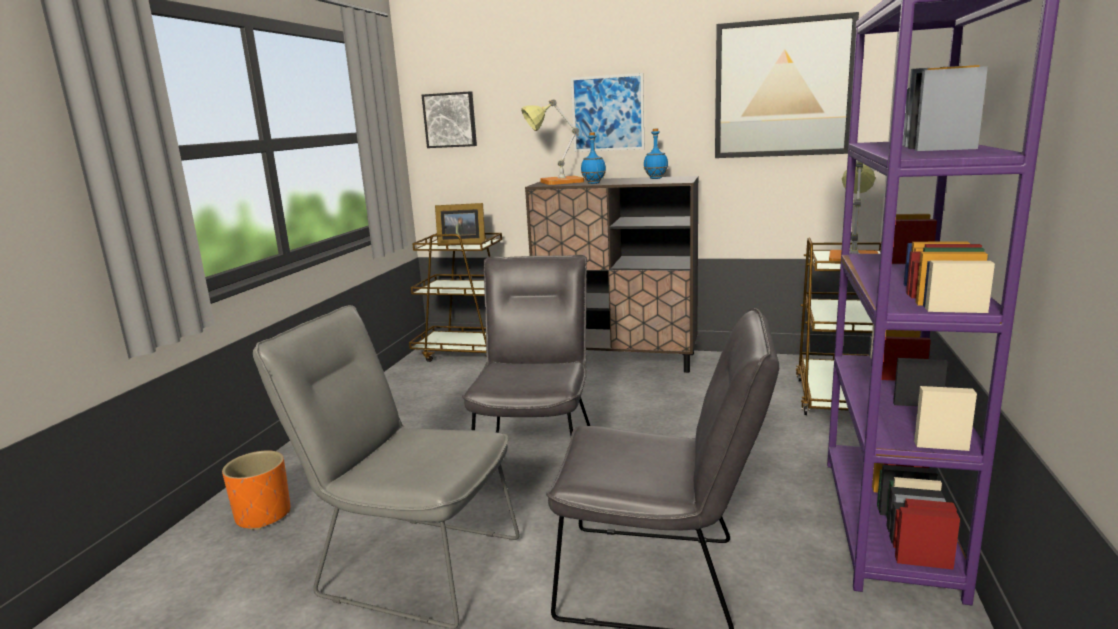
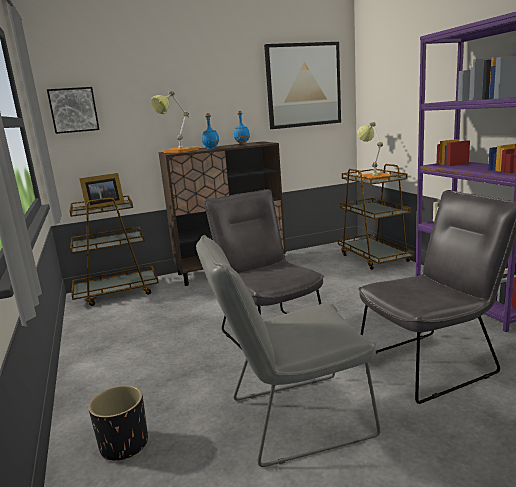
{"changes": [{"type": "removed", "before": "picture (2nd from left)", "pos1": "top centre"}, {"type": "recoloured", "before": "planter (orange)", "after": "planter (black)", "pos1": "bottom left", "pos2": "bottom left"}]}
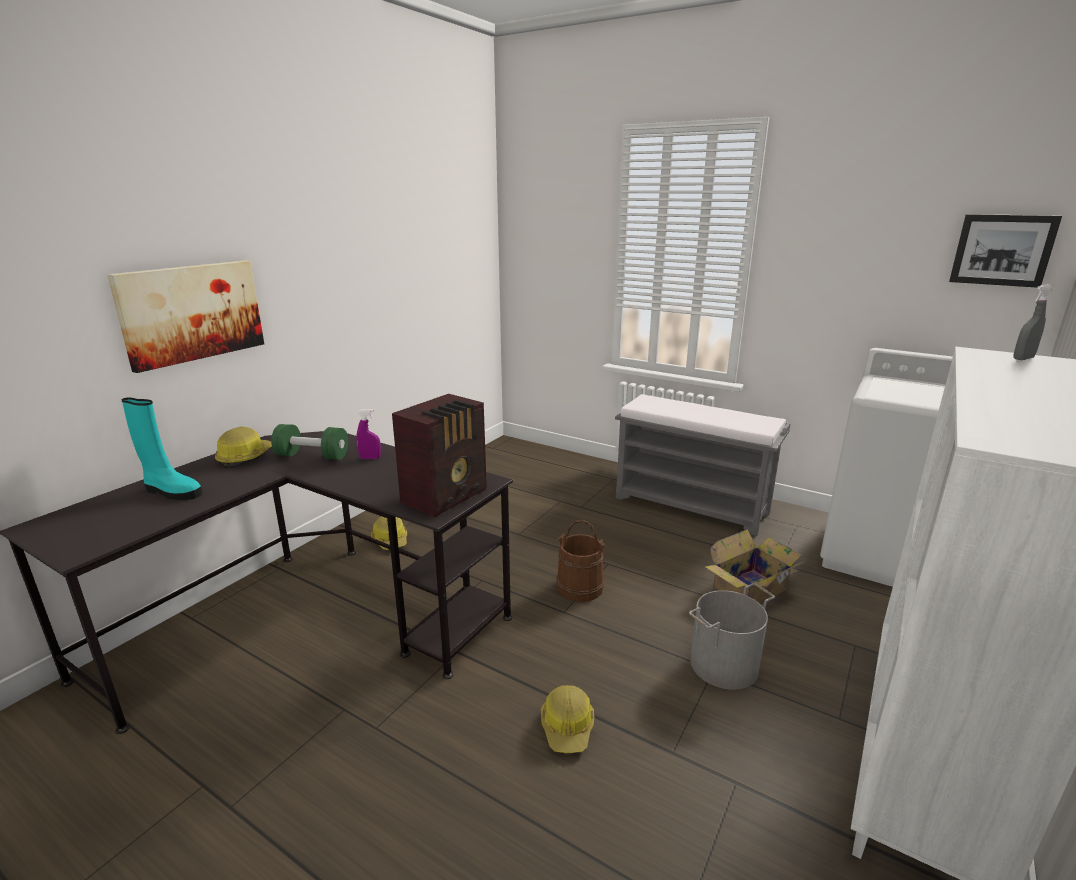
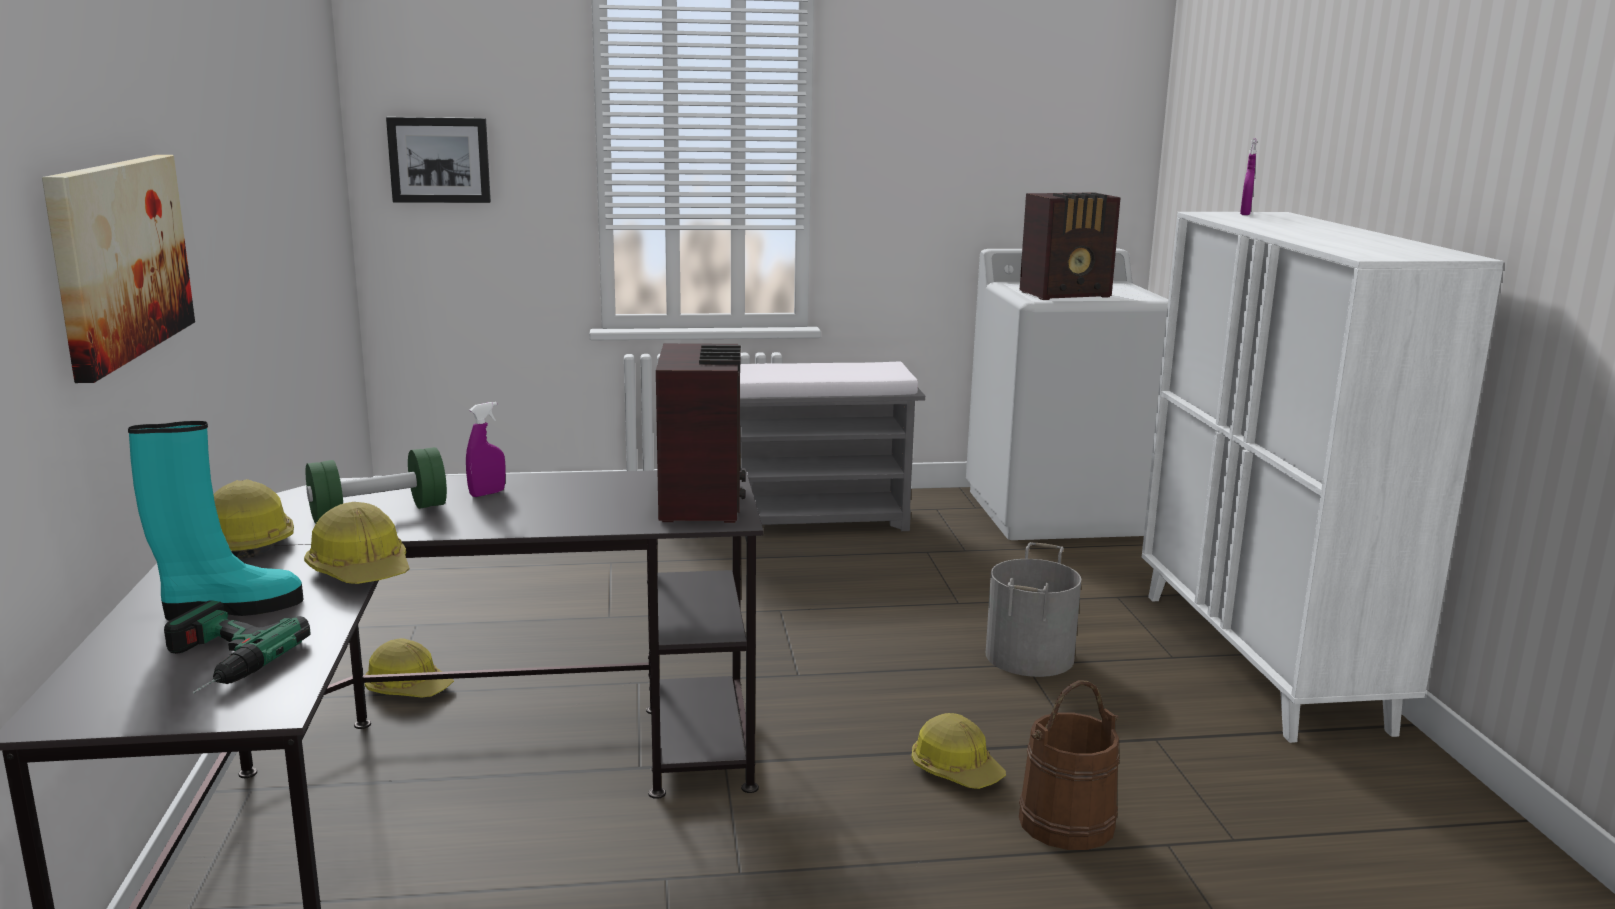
{"changes": [{"type": "removed", "before": "cardboard box", "pos1": "middle right"}, {"type": "added", "after": "power drill", "pos2": "bottom left"}, {"type": "added", "after": "hard hat (2nd from left)", "pos2": "middle left"}, {"type": "added", "after": "radio (2nd from left)", "pos2": "top centre"}, {"type": "moved", "before": "bucket (brown)", "pos1": "centre", "pos2": "bottom centre"}, {"type": "moved", "before": "picture (2nd from left)", "pos1": "top right", "pos2": "top left"}, {"type": "recoloured", "before": "spray bottle (grey)", "after": "spray bottle (purple) (2nd from left)", "pos1": "middle right", "pos2": "top right"}]}
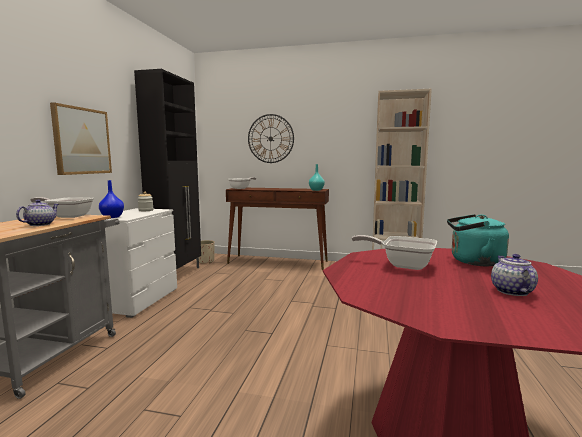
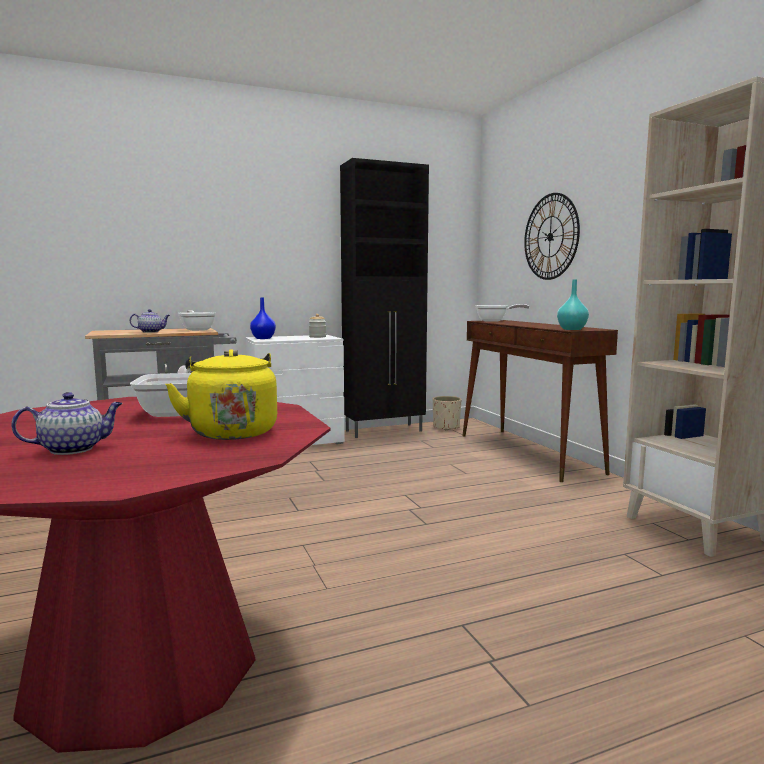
{"changes": [{"type": "removed", "before": "picture", "pos1": "top left"}, {"type": "recoloured", "before": "kettle (turquoise)", "after": "kettle (yellow)", "pos1": "middle right", "pos2": "middle left"}]}
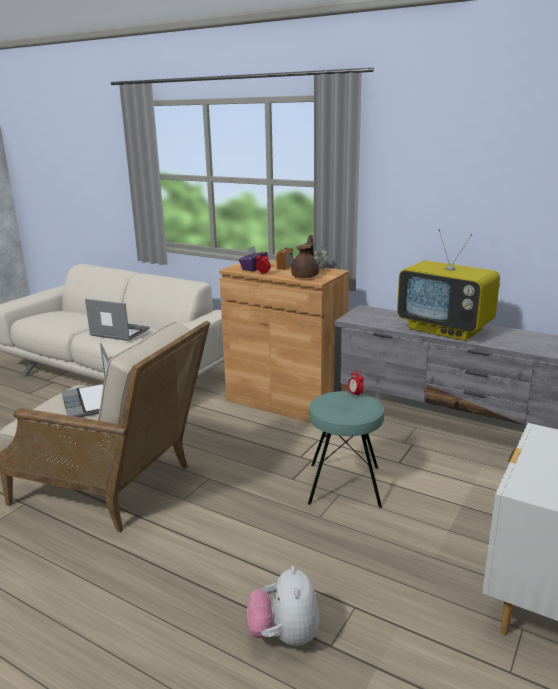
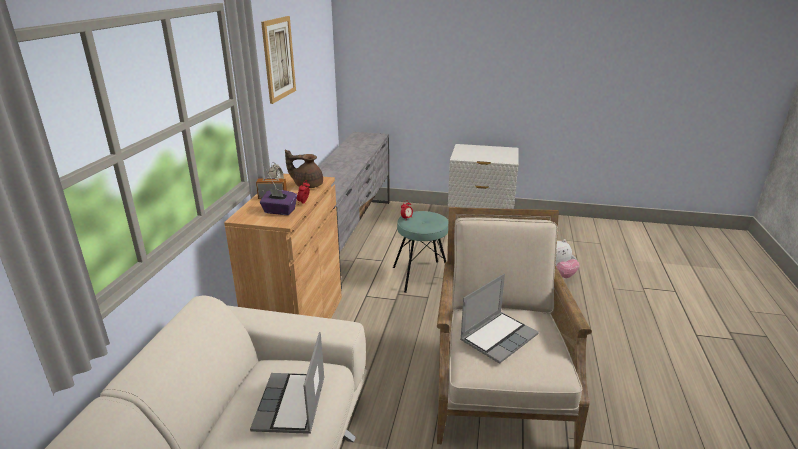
{"changes": [{"type": "removed", "before": "television", "pos1": "middle right"}, {"type": "added", "after": "picture", "pos2": "top centre"}]}
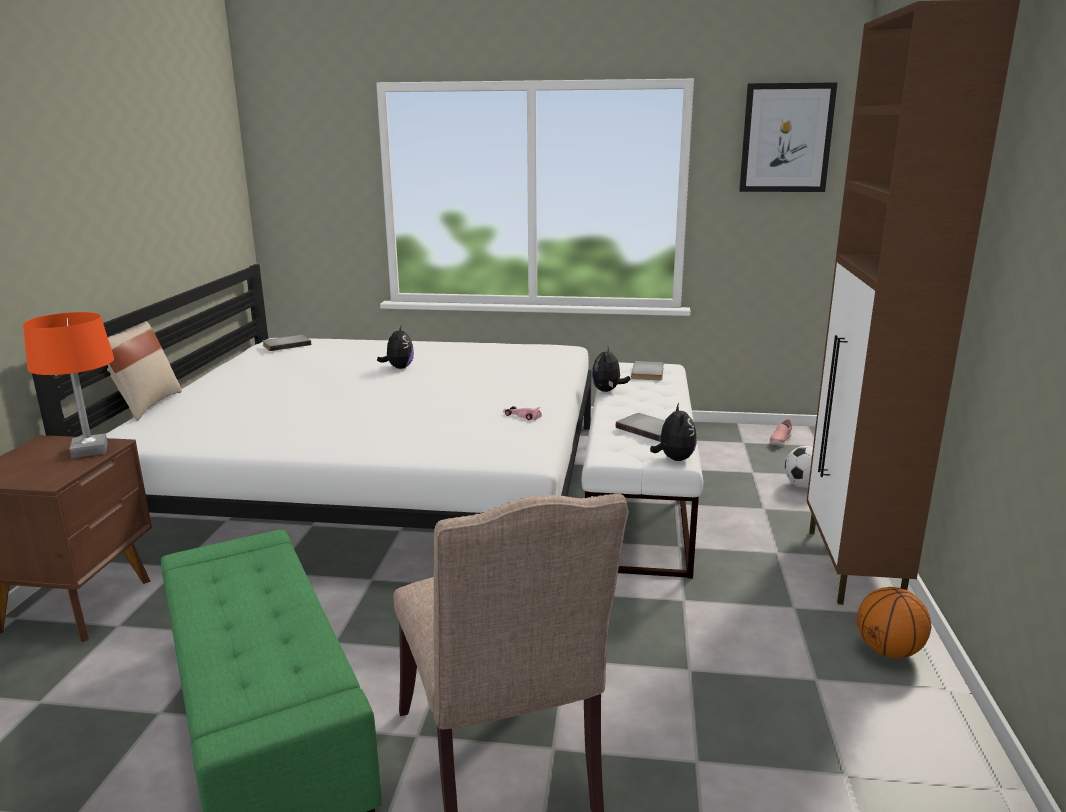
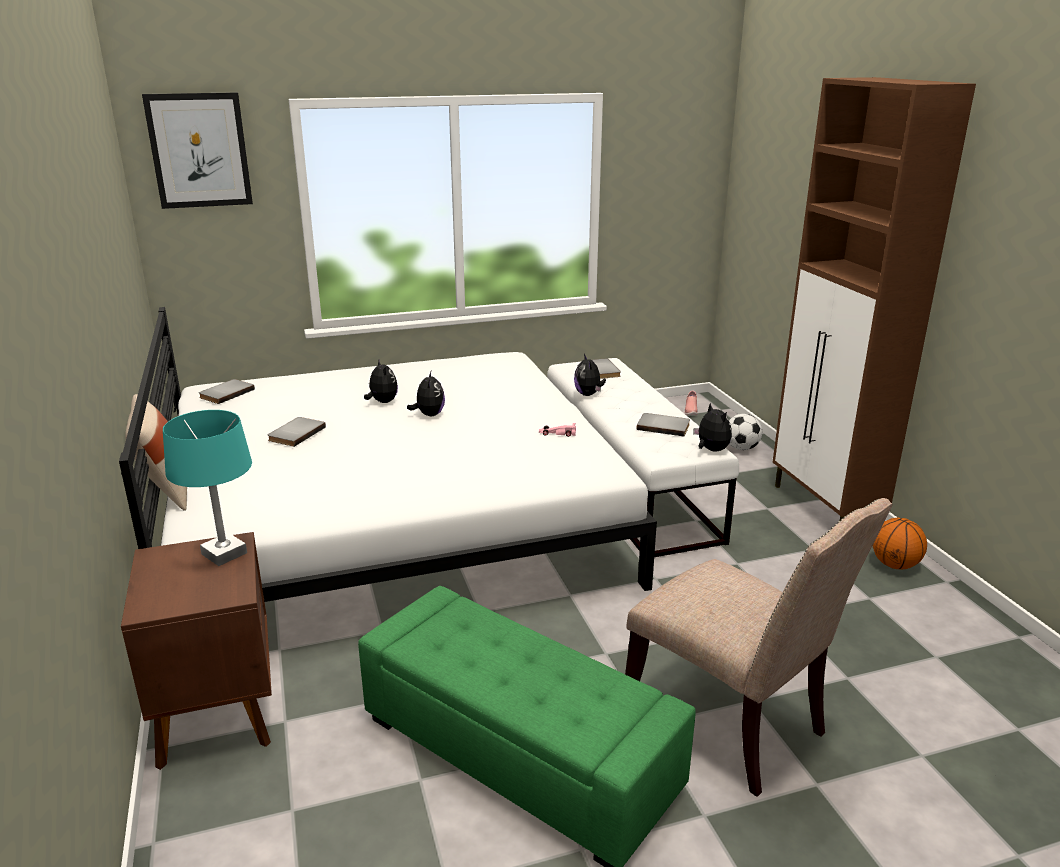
{"changes": [{"type": "added", "after": "book (grey) (2nd from left)", "pos2": "middle left"}, {"type": "added", "after": "plush toy (2nd from left)", "pos2": "centre"}, {"type": "moved", "before": "picture", "pos1": "top right", "pos2": "top left"}, {"type": "recoloured", "before": "table lamp (orange)", "after": "table lamp (turquoise)", "pos1": "middle left", "pos2": "middle left"}]}
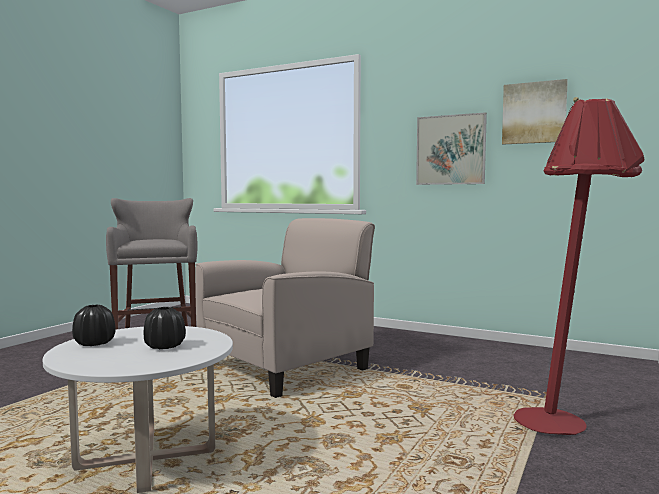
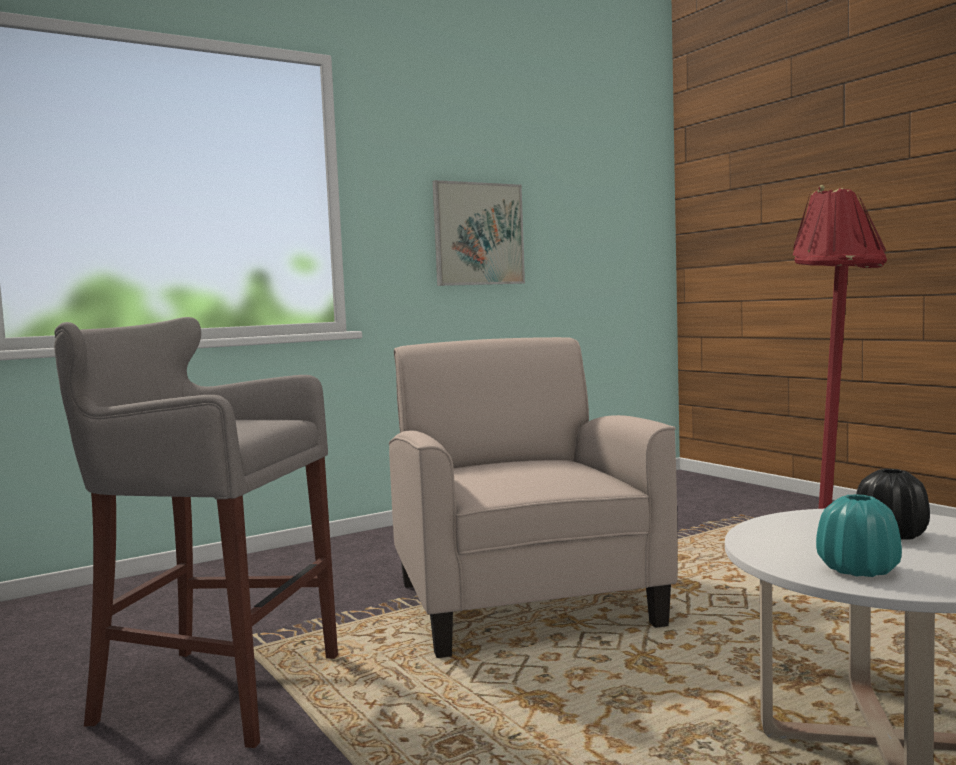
{"changes": [{"type": "removed", "before": "picture (2nd from left)", "pos1": "top right"}, {"type": "recoloured", "before": "vase (black) (1st from left)", "after": "vase (turquoise)", "pos1": "middle left", "pos2": "bottom right"}]}
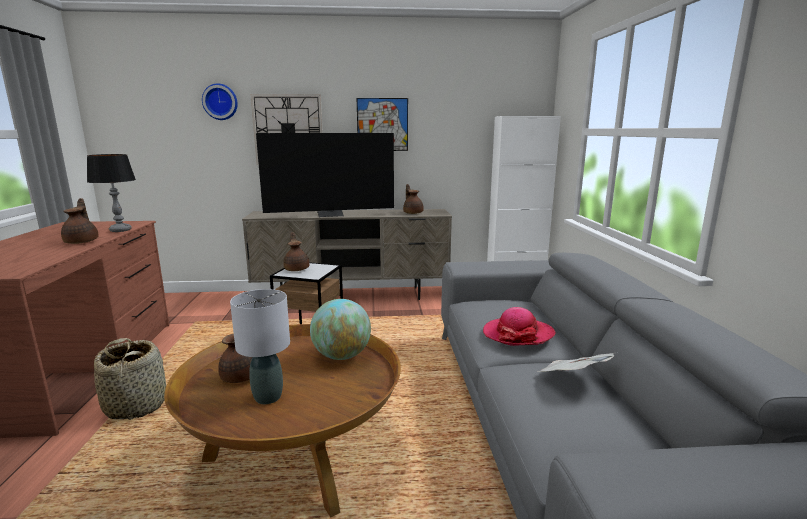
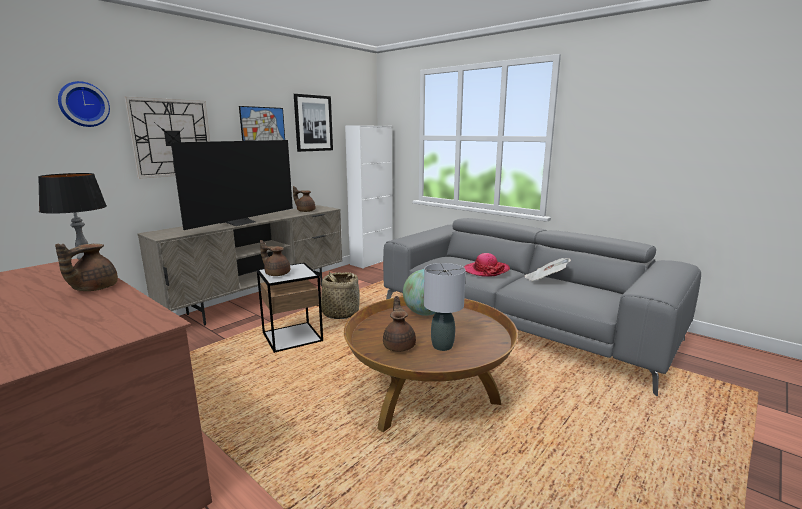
{"changes": [{"type": "added", "after": "picture (2nd from left)", "pos2": "top centre"}, {"type": "moved", "before": "basket", "pos1": "bottom left", "pos2": "centre"}, {"type": "turned", "before": "teapot (brown) (1st from left)", "pos1": "middle left", "pos2": "middle left", "turn": -105}]}
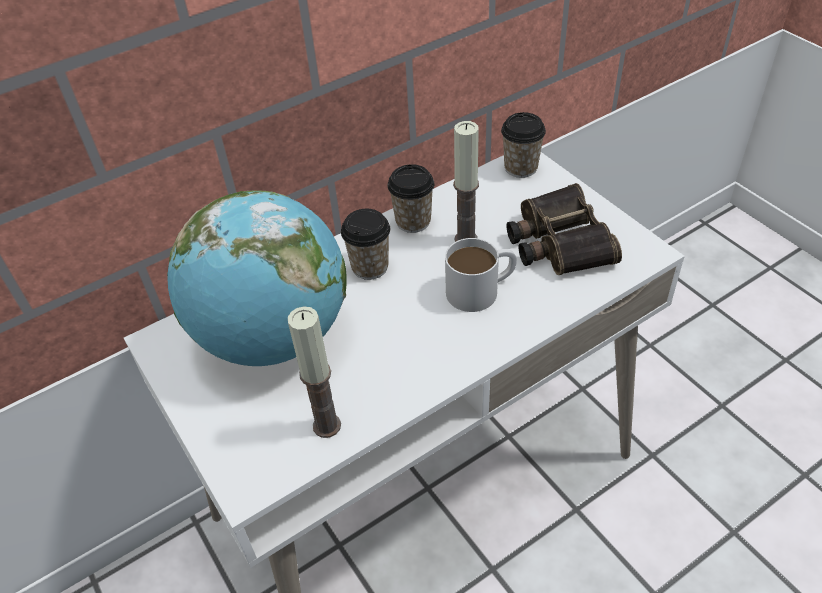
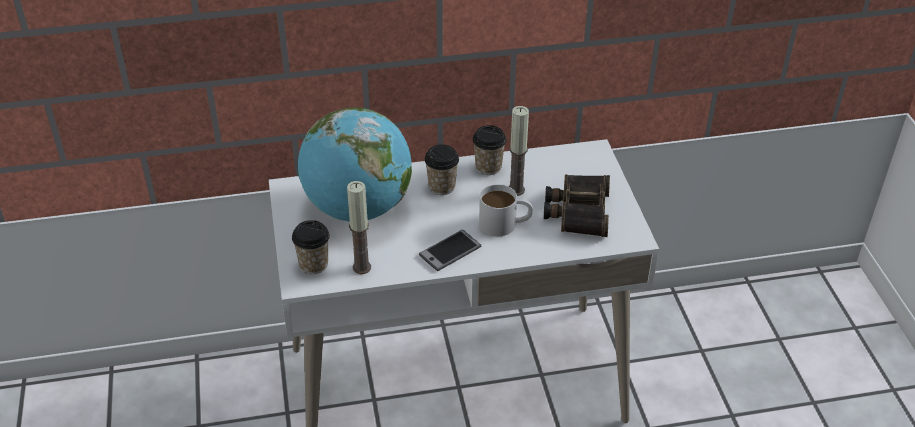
{"changes": [{"type": "added", "after": "phone", "pos2": "centre"}, {"type": "moved", "before": "cup (3rd from left in the first image)", "after": "cup (1st from left)", "pos1": "top centre", "pos2": "centre"}]}
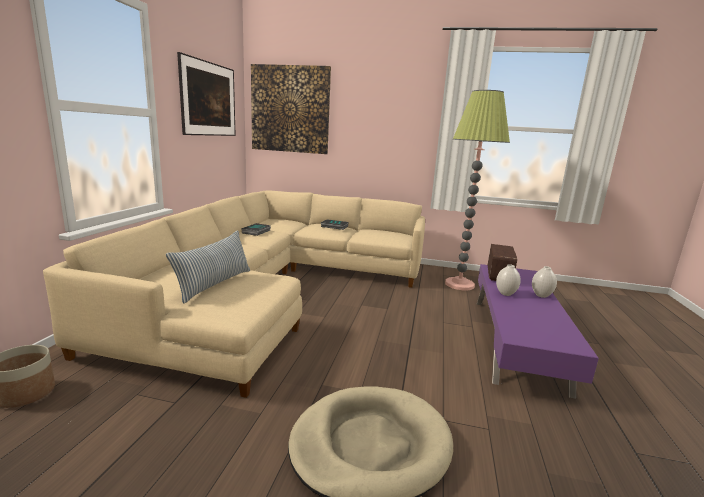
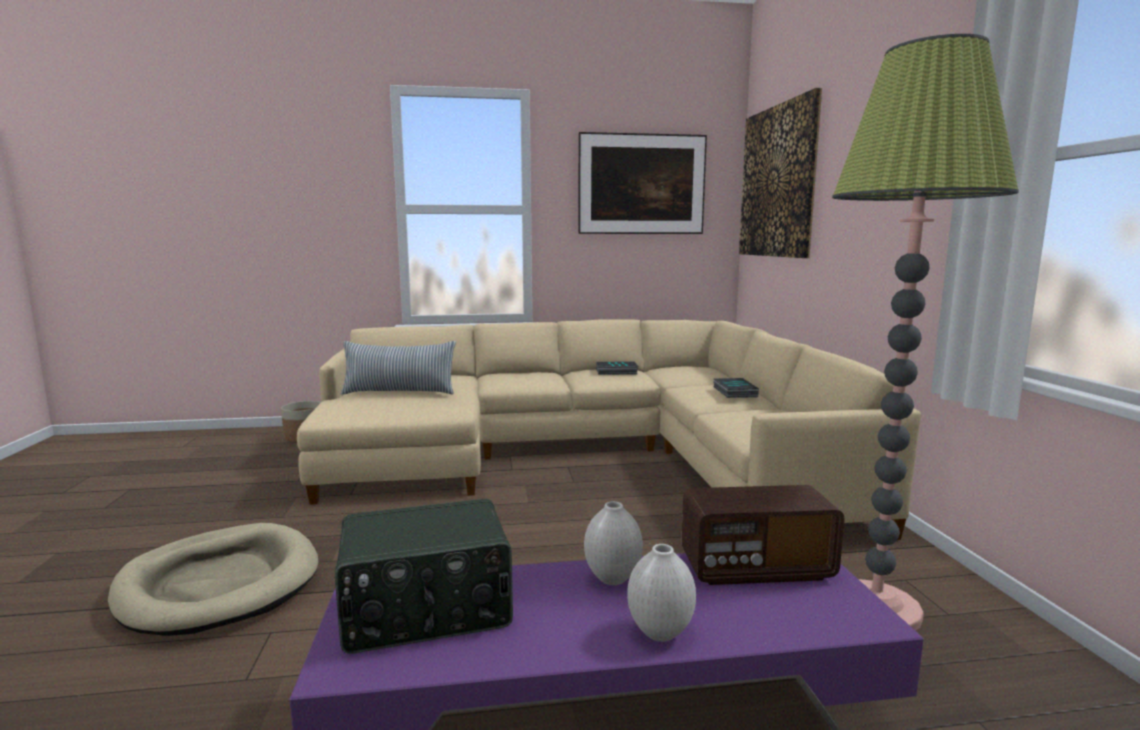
{"changes": [{"type": "added", "after": "radio (1st from left)", "pos2": "bottom centre"}]}
